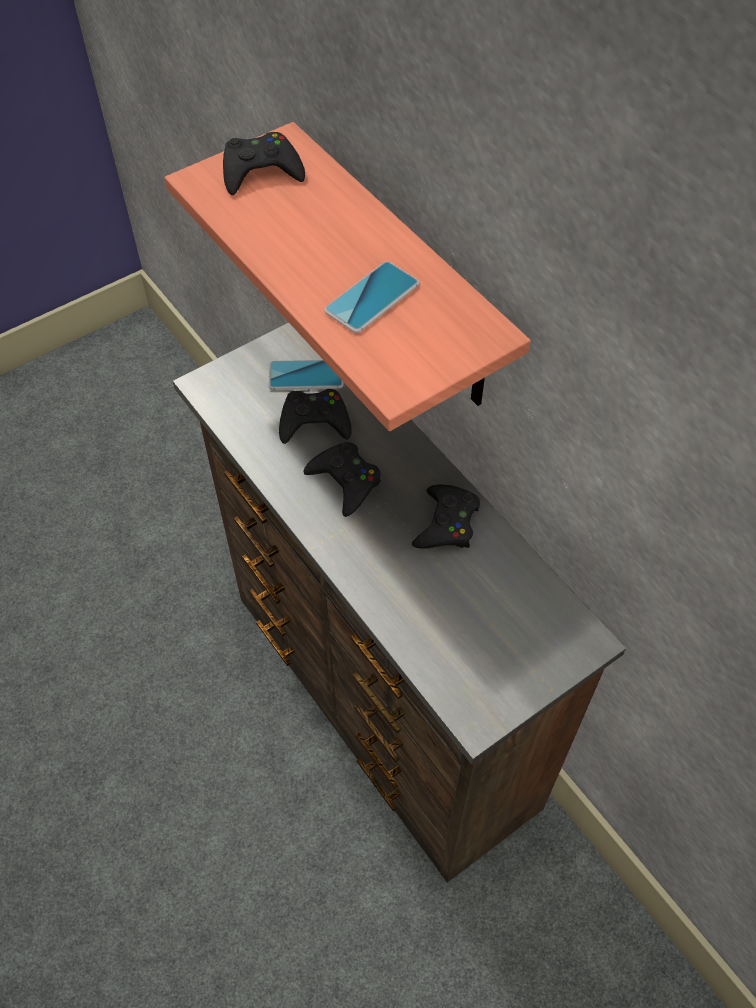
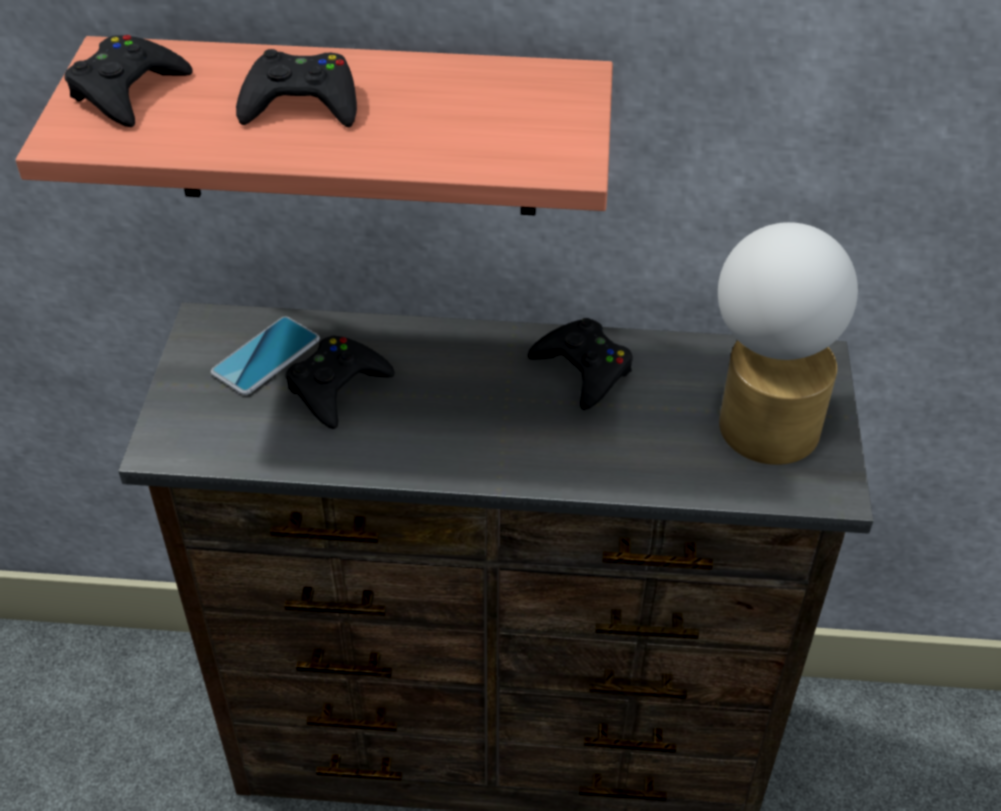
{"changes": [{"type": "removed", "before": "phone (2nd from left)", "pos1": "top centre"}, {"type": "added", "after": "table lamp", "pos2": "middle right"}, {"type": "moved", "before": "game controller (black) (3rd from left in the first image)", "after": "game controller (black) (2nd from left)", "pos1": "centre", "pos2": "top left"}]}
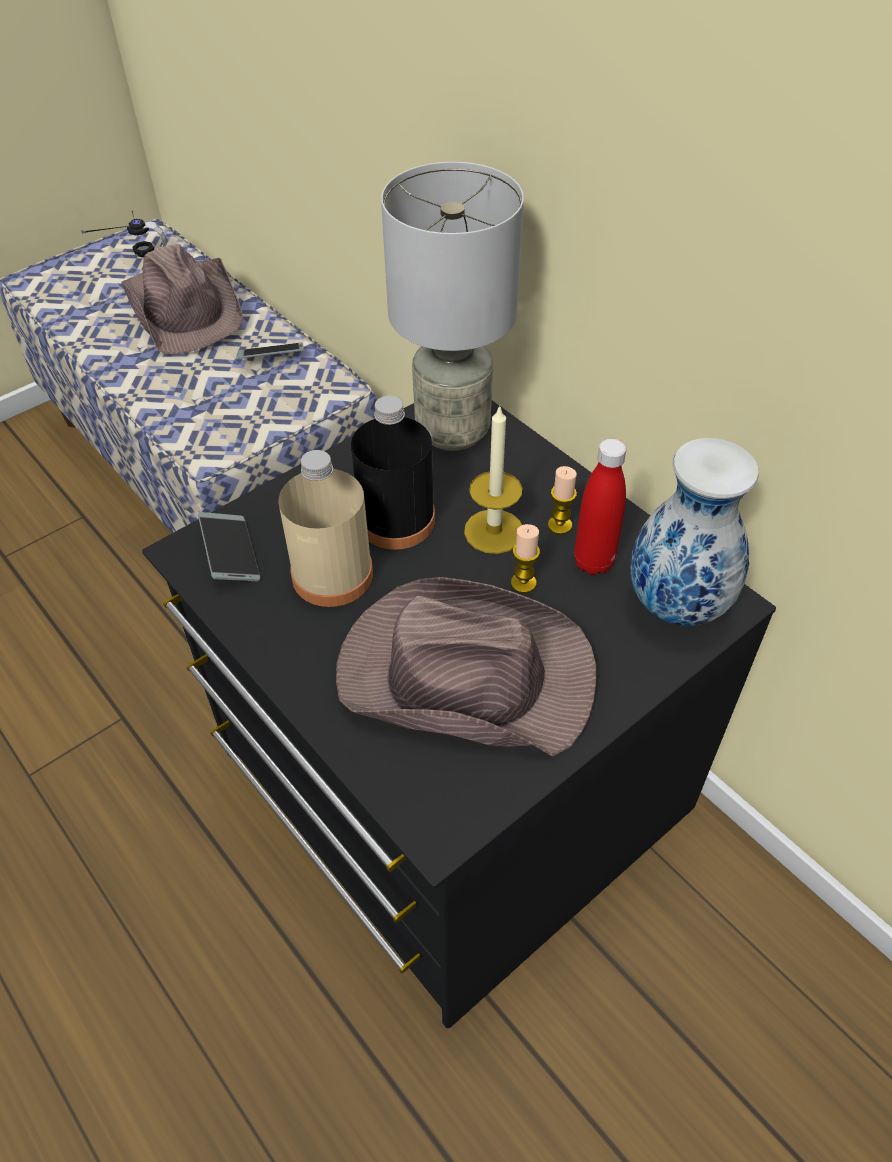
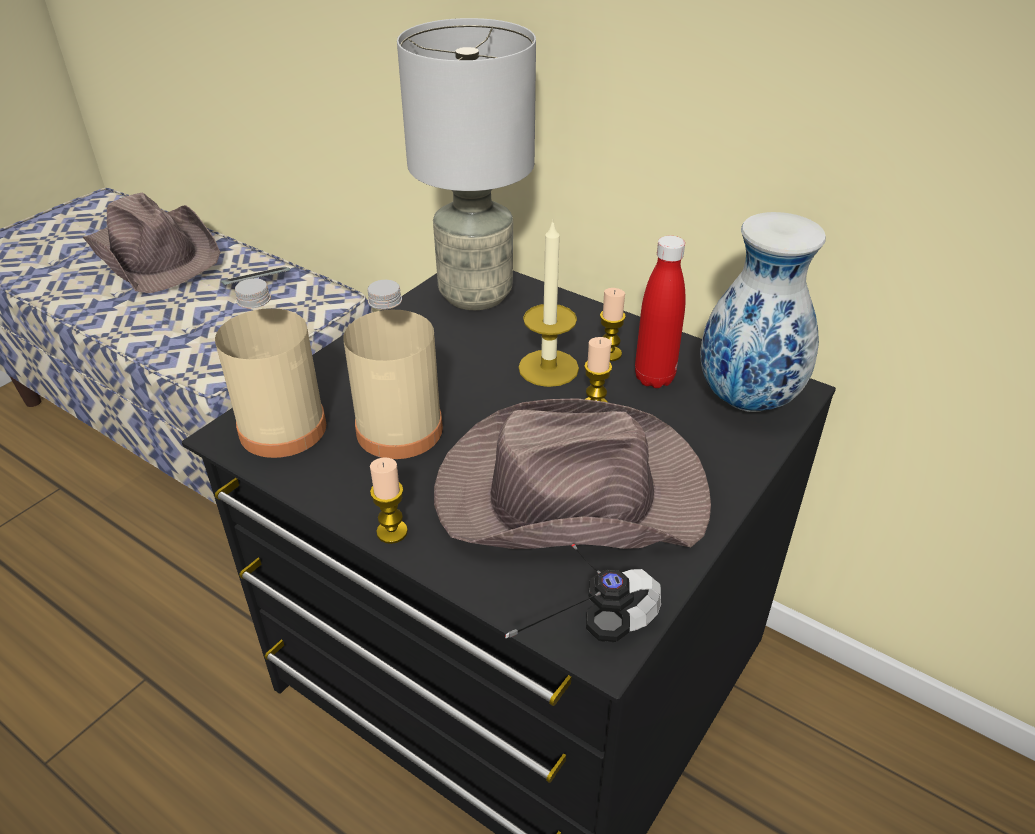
{"changes": [{"type": "removed", "before": "bottle (black)", "pos1": "centre"}, {"type": "added", "after": "candle (1st from left)", "pos2": "centre"}, {"type": "moved", "before": "headphones", "pos1": "top left", "pos2": "bottom centre"}, {"type": "replaced", "before": "phone (1st from left)", "after": "bottle (beige) (1st from left)", "pos1": "middle left", "pos2": "middle left"}]}
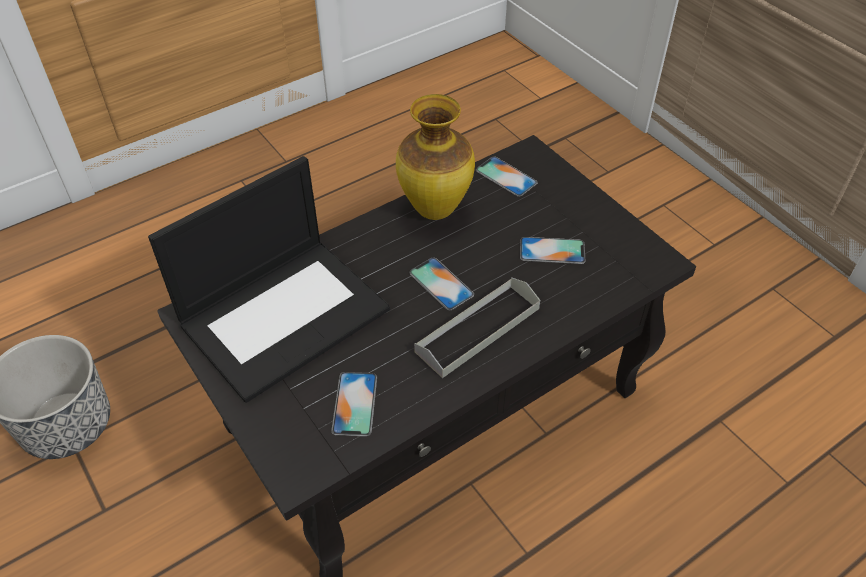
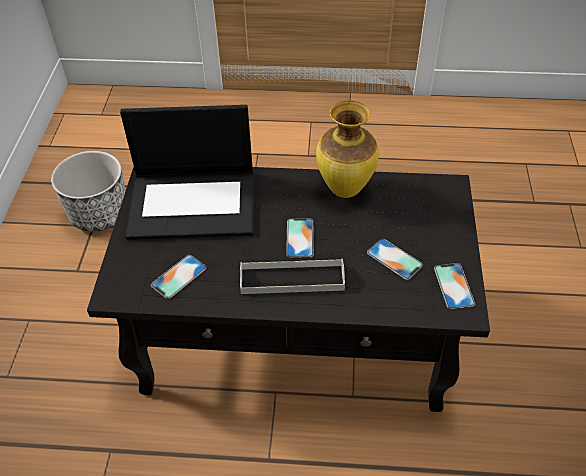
{"changes": [{"type": "moved", "before": "phone (3rd from left in the first image)", "after": "phone (4th from left)", "pos1": "top centre", "pos2": "middle right"}]}
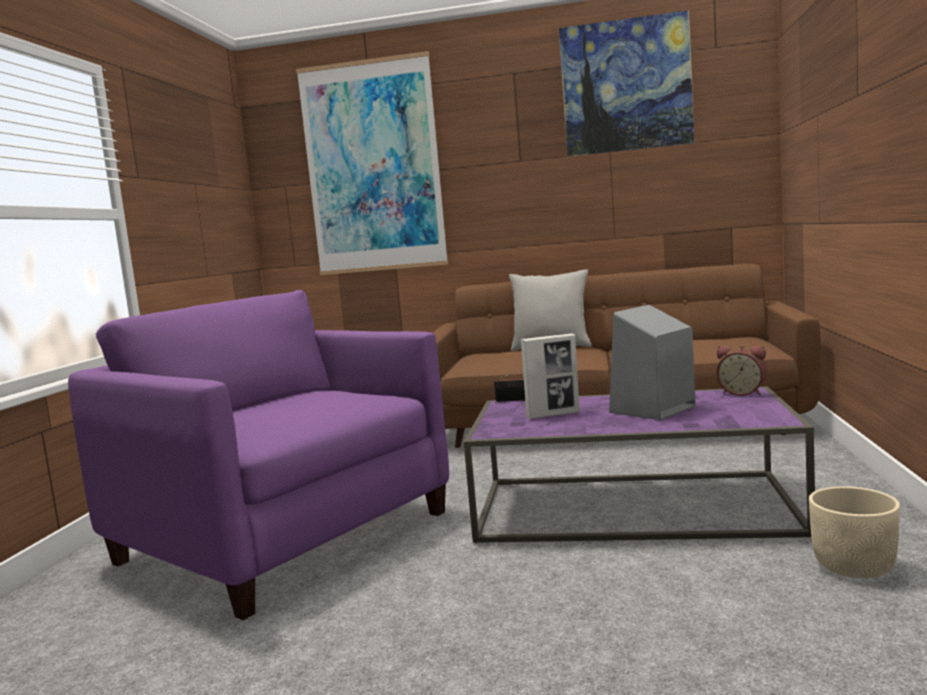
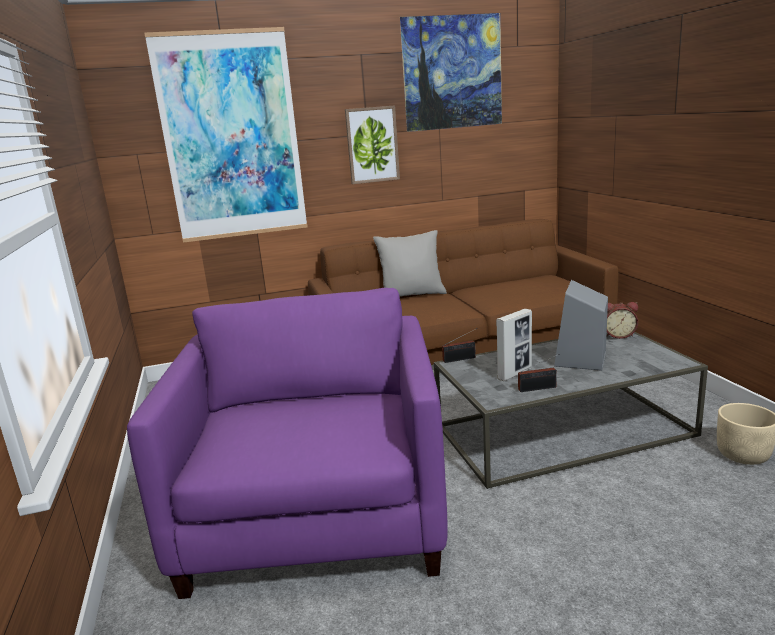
{"changes": [{"type": "added", "after": "picture (2nd from left)", "pos2": "top centre"}, {"type": "added", "after": "radio (2nd from left)", "pos2": "middle right"}, {"type": "recoloured", "before": "coffee table (purple)", "after": "coffee table (grey)", "pos1": "bottom right", "pos2": "middle right"}, {"type": "turned", "before": "armchair (purple)", "pos1": "middle left", "pos2": "bottom centre", "turn": 75}]}
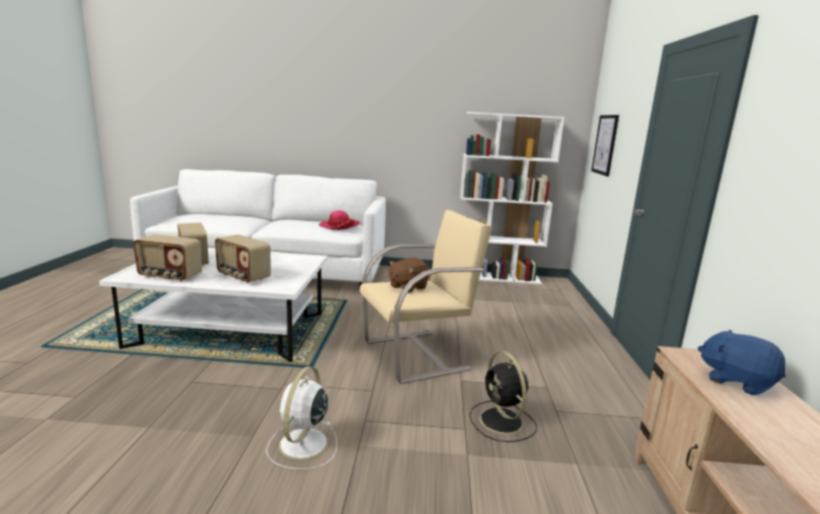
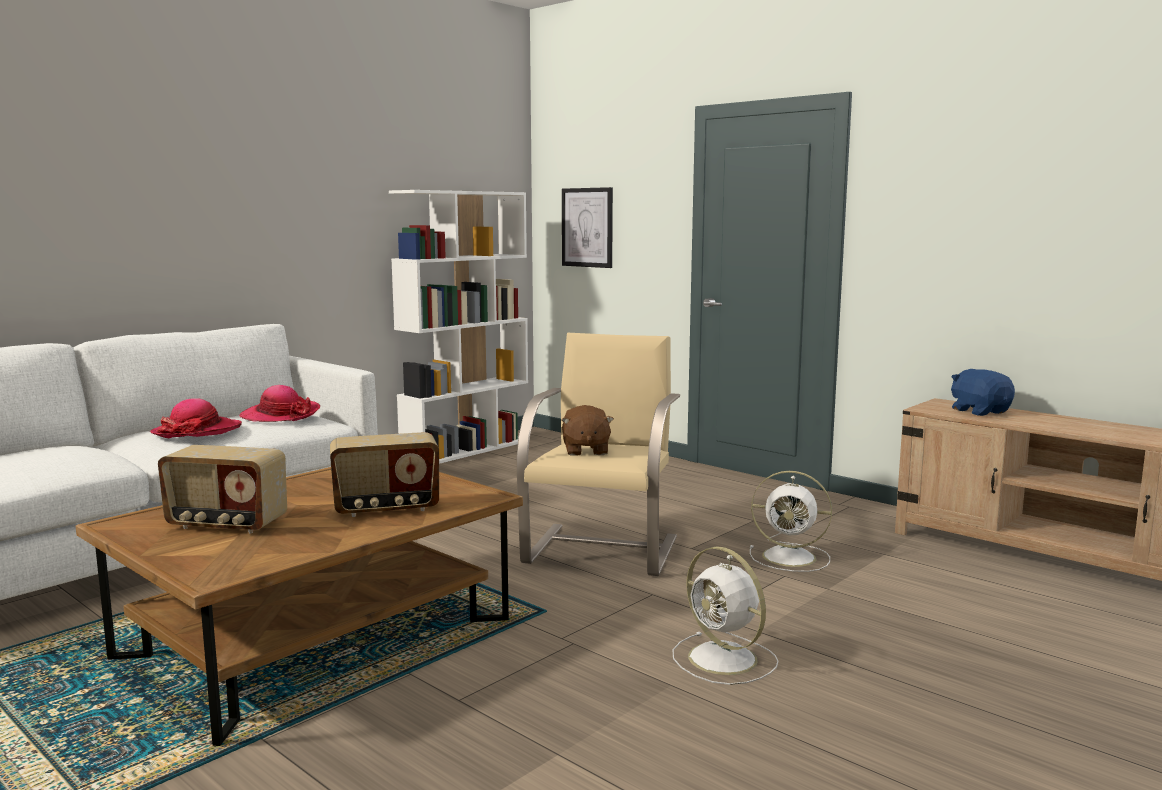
{"changes": [{"type": "removed", "before": "radio (1st from left)", "pos1": "middle left"}, {"type": "added", "after": "hat (1st from left)", "pos2": "middle left"}, {"type": "recoloured", "before": "coffee table (white)", "after": "coffee table (brown)", "pos1": "middle left", "pos2": "bottom left"}, {"type": "recoloured", "before": "fan (black)", "after": "fan (white) (2nd from left)", "pos1": "bottom centre", "pos2": "middle right"}, {"type": "turned", "before": "plush toy (blue)", "pos1": "bottom right", "pos2": "middle right", "turn": 75}]}
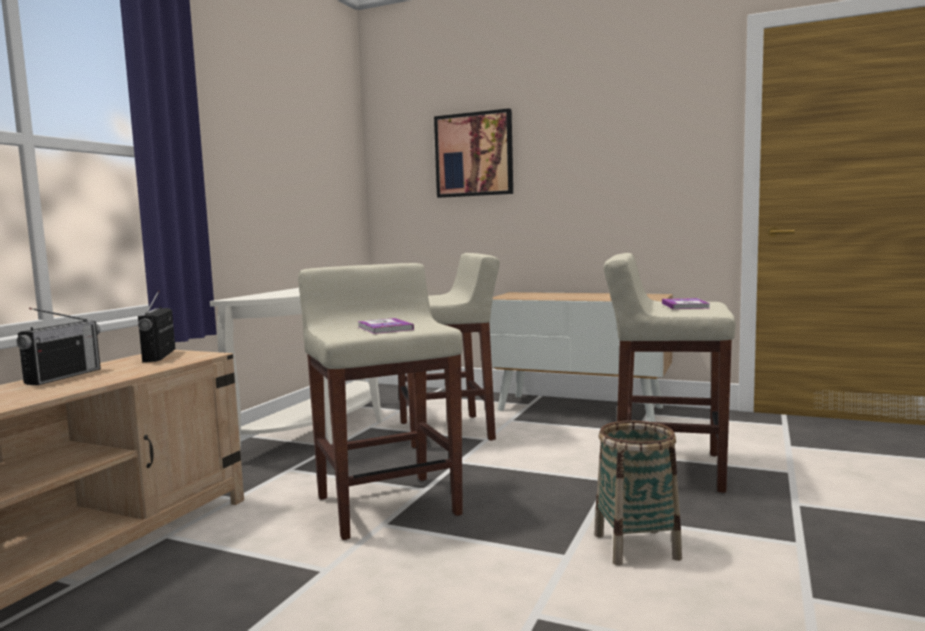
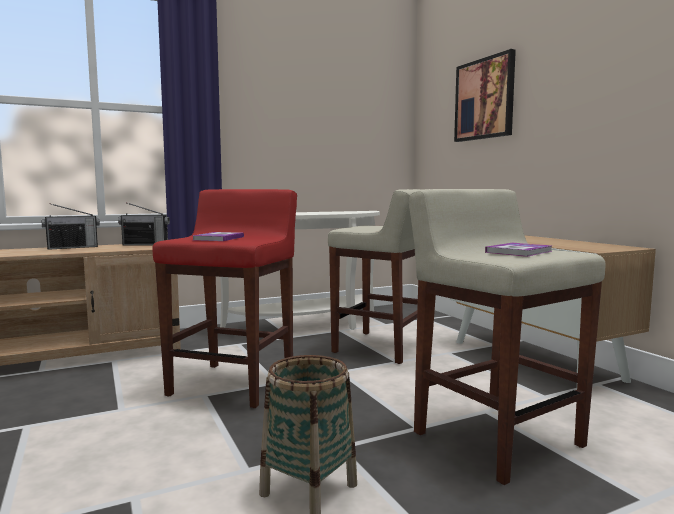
{"changes": [{"type": "recoloured", "before": "stool (beige) (1st from left)", "after": "stool (red)", "pos1": "centre", "pos2": "centre"}, {"type": "turned", "before": "radio (2nd from left)", "pos1": "middle left", "pos2": "middle left", "turn": -120}]}
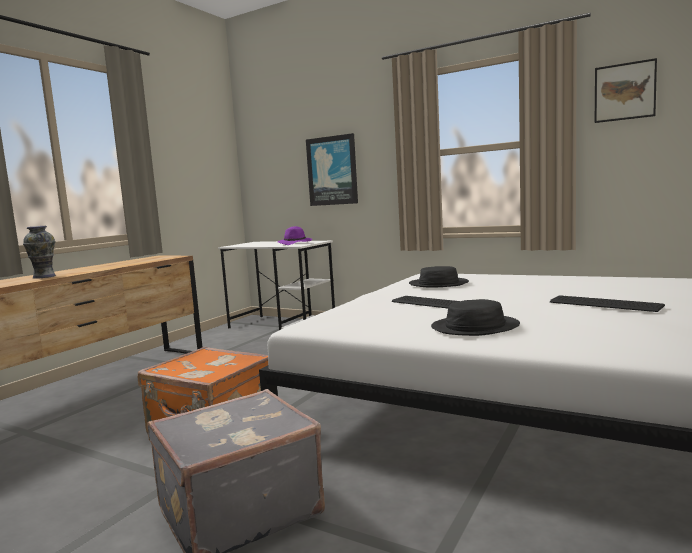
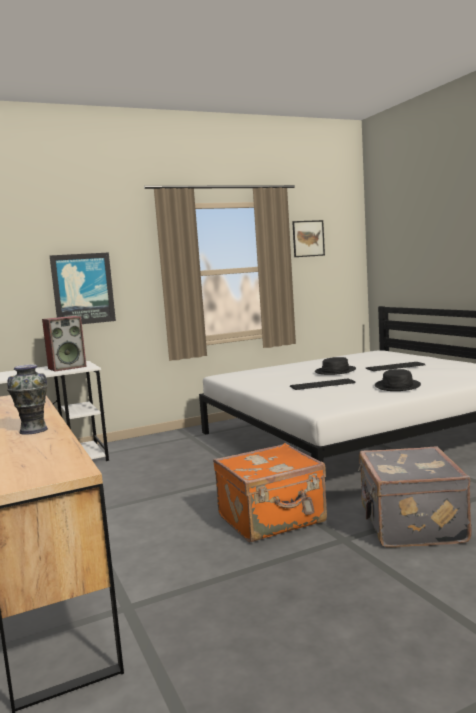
{"changes": [{"type": "moved", "before": "hat (black) (1st from left)", "pos1": "centre", "pos2": "middle right"}, {"type": "replaced", "before": "hat (purple)", "after": "speaker", "pos1": "centre", "pos2": "middle left"}]}
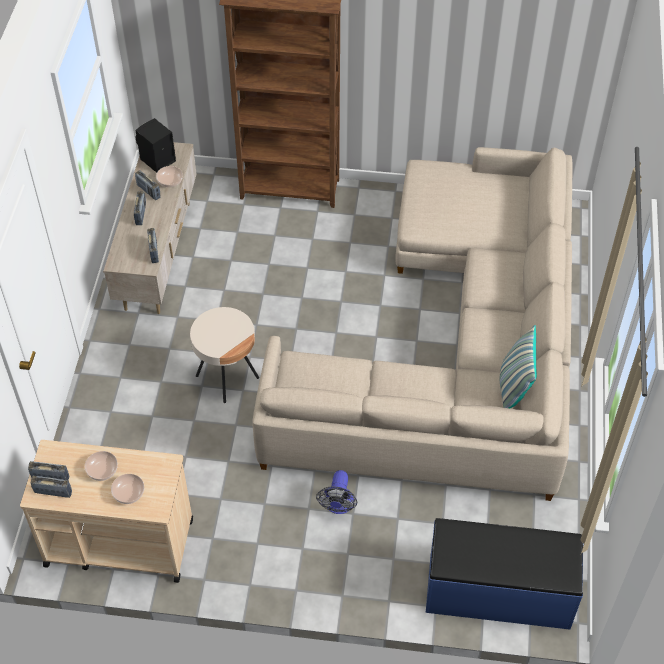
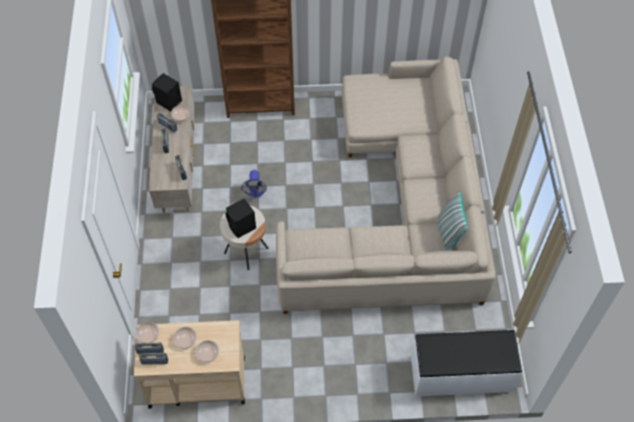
{"changes": [{"type": "added", "after": "bowl (1st from left)", "pos2": "bottom left"}, {"type": "added", "after": "speaker (black) (2nd from left)", "pos2": "centre"}, {"type": "moved", "before": "fan", "pos1": "bottom centre", "pos2": "centre"}, {"type": "recoloured", "before": "bench (blue)", "after": "bench (white)", "pos1": "bottom right", "pos2": "bottom right"}]}
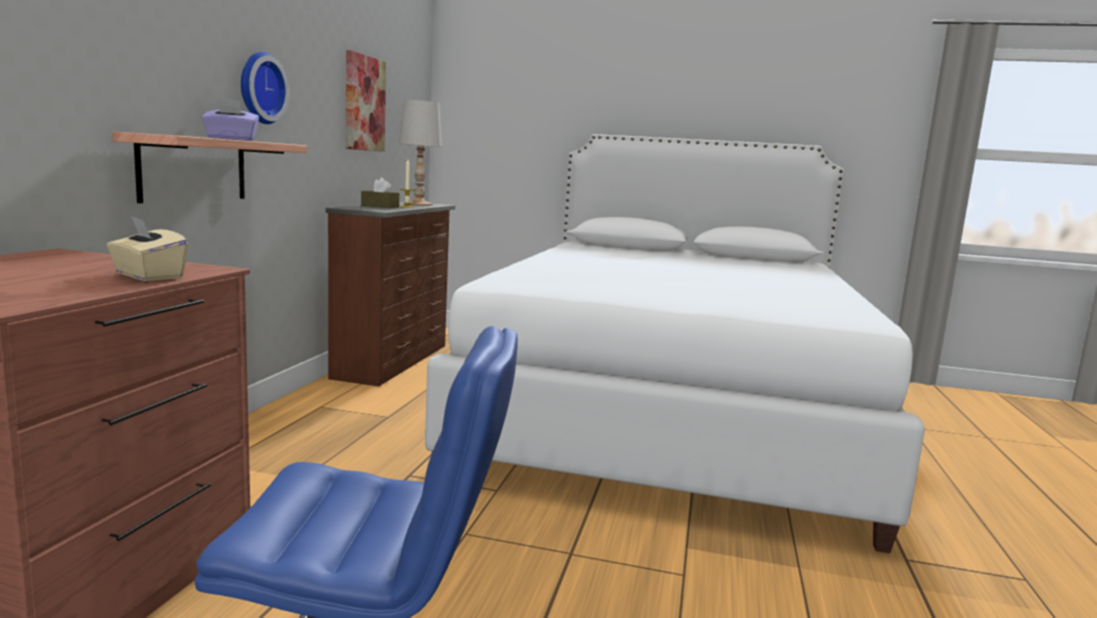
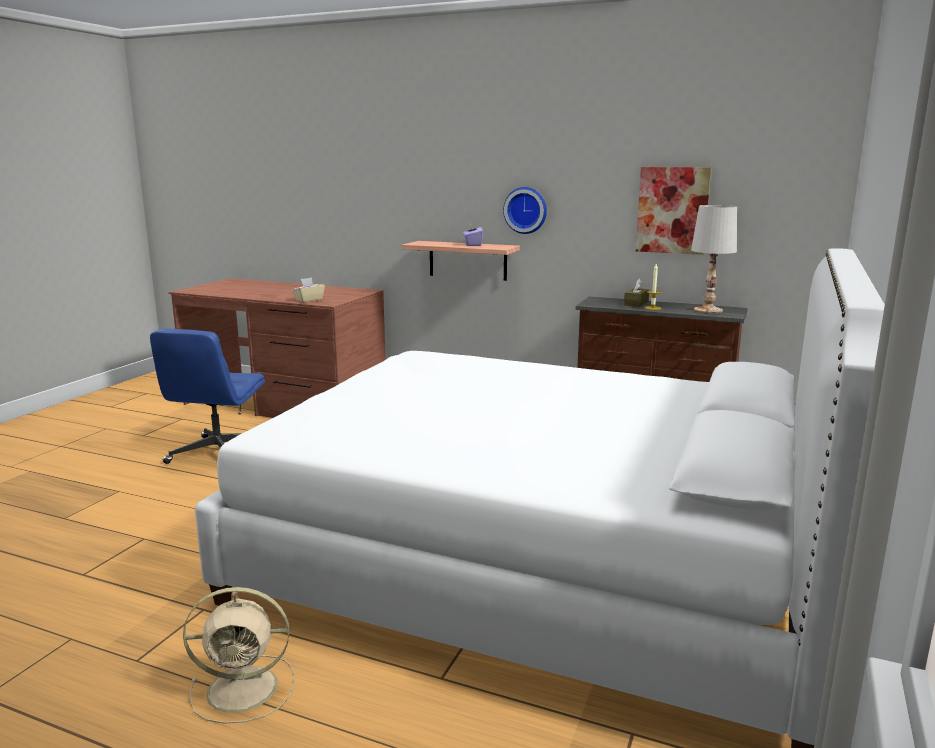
{"changes": [{"type": "added", "after": "fan (beige)", "pos2": "bottom left"}]}
